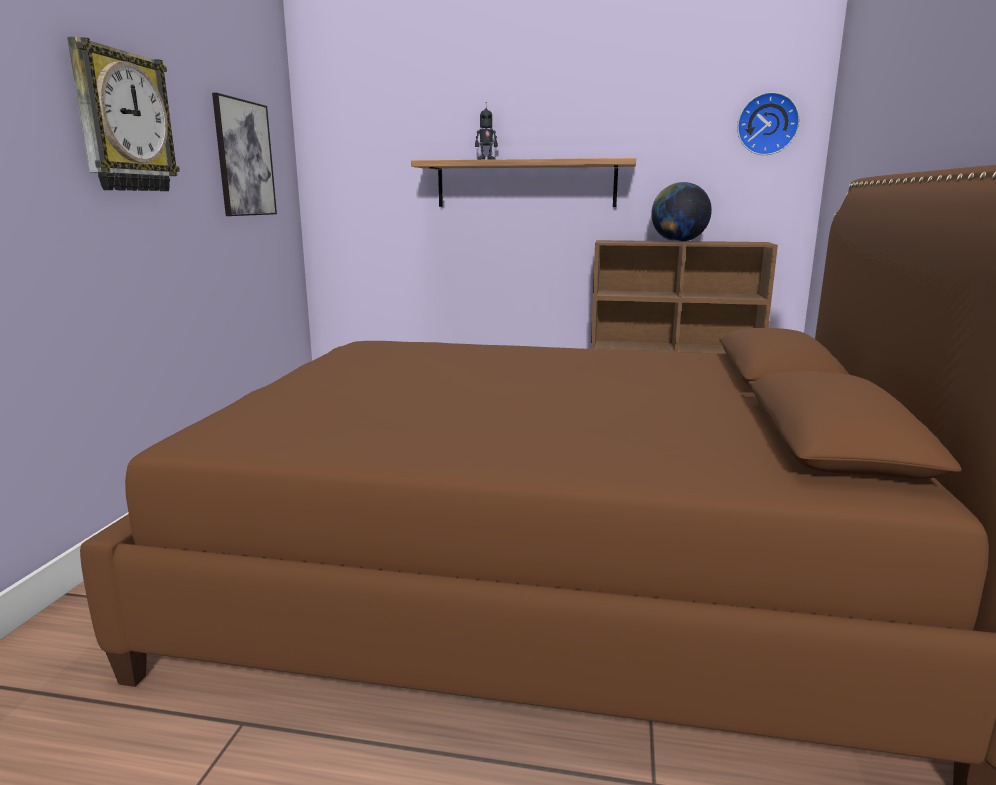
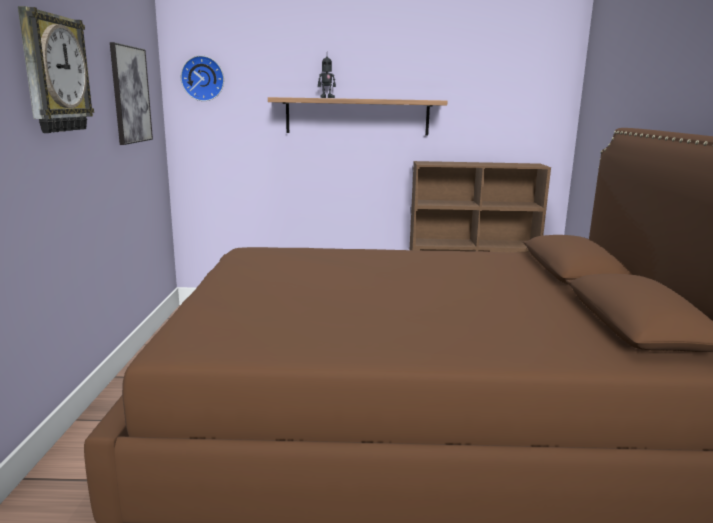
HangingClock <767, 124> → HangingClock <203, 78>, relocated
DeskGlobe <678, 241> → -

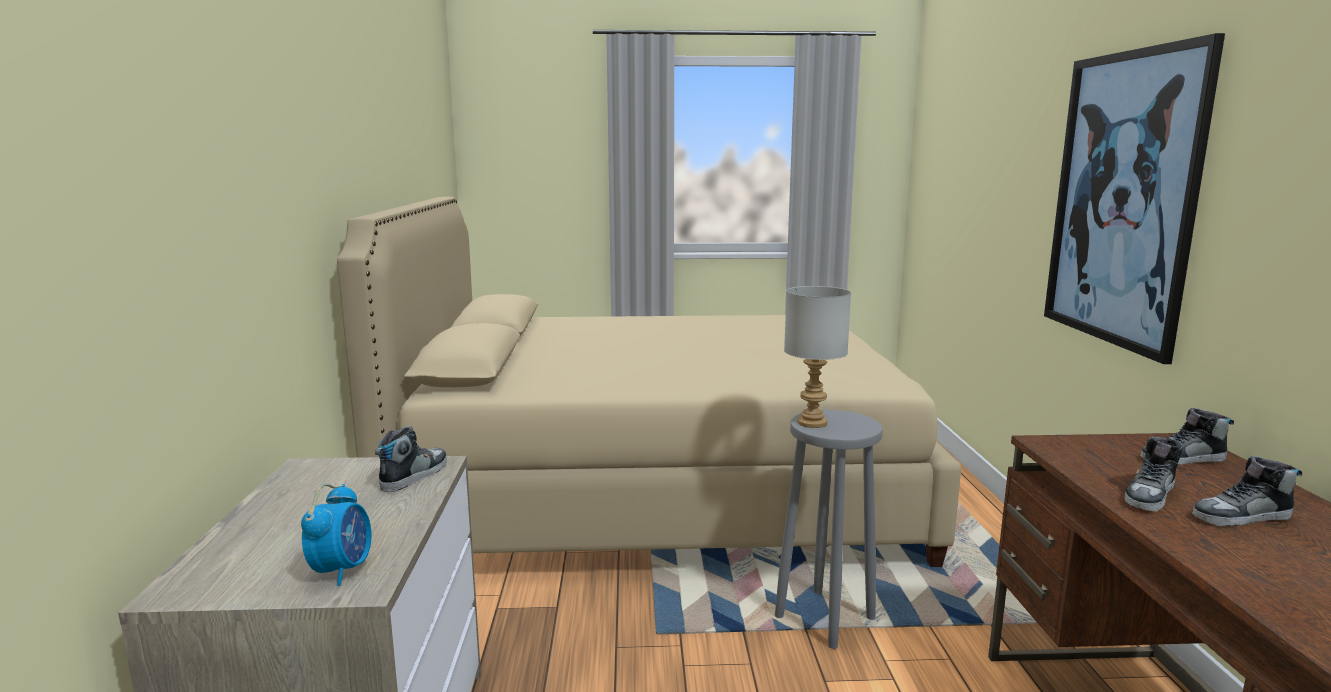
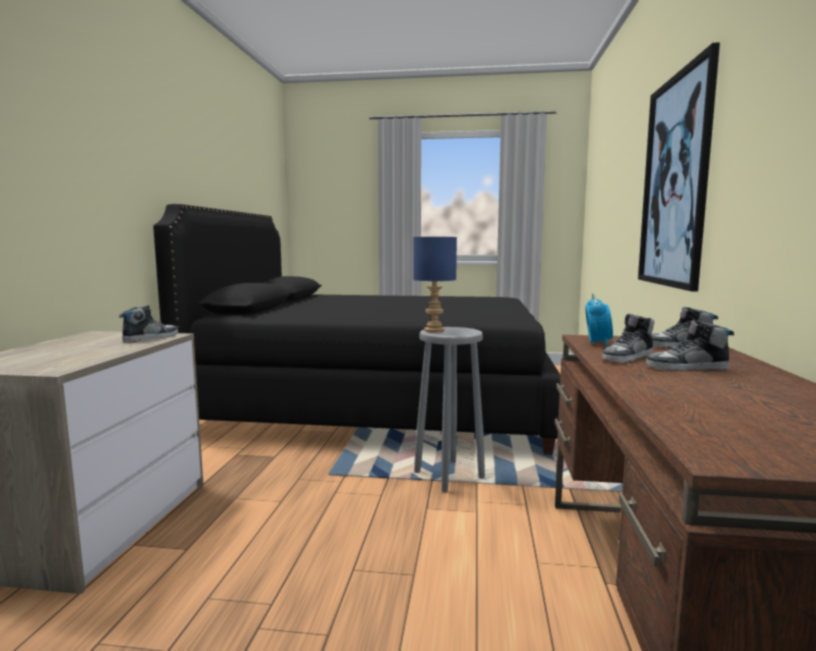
BeigeBed <657, 490> → BlackishBed <379, 404>
GrayTabletopLamp <812, 423> → BluishTabletopLamp <434, 330>
TableClock <342, 570> → TableClock <597, 343>, relocated

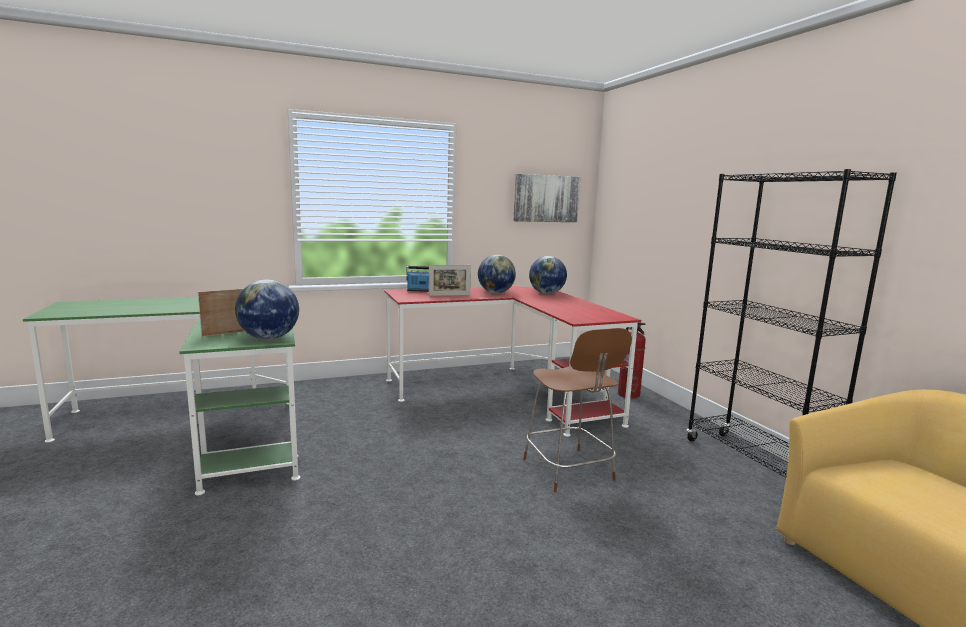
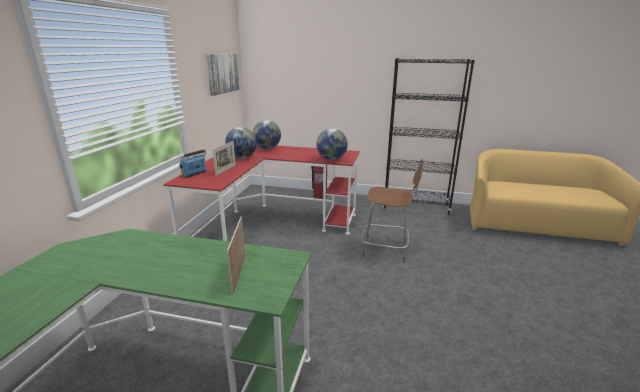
DeskGlobe <269, 338> → DeskGlobe <331, 159>, relocated

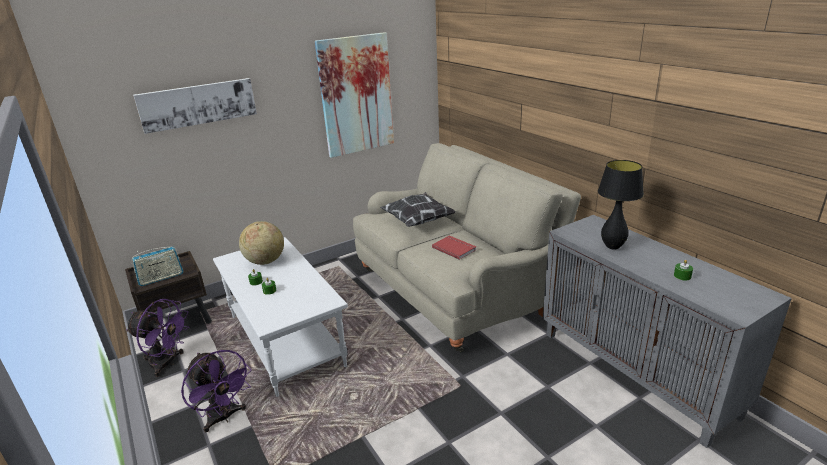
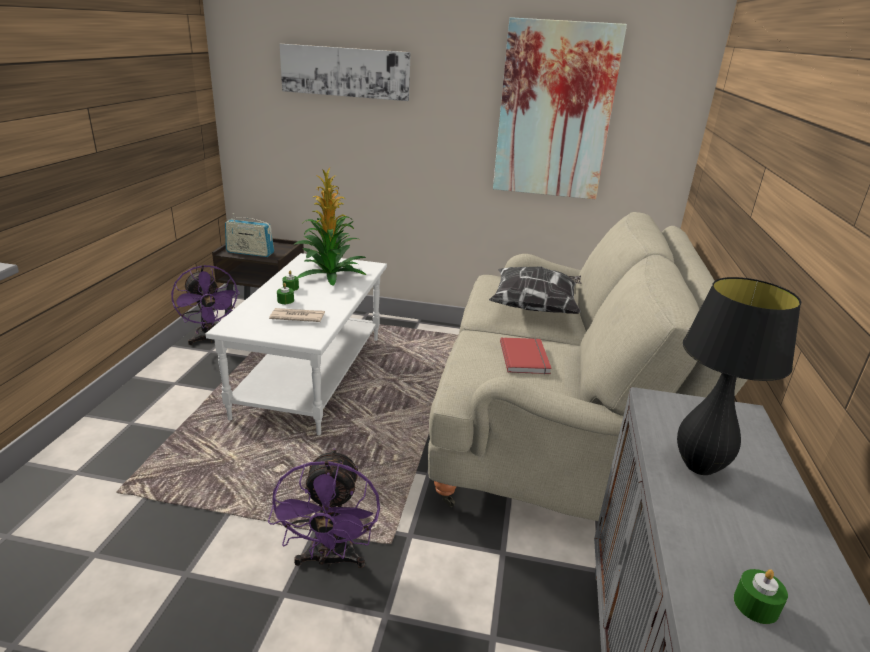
DeskGlobe <265, 261> → PottedPlant <330, 275>
PurpleColouredFan <224, 417> → PurpleColouredFan <330, 560>, relocated
- → Newspaper <297, 317>

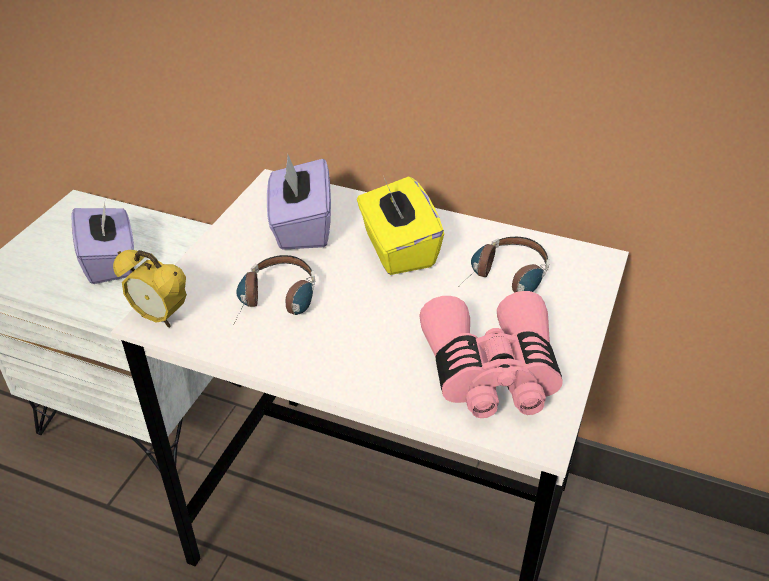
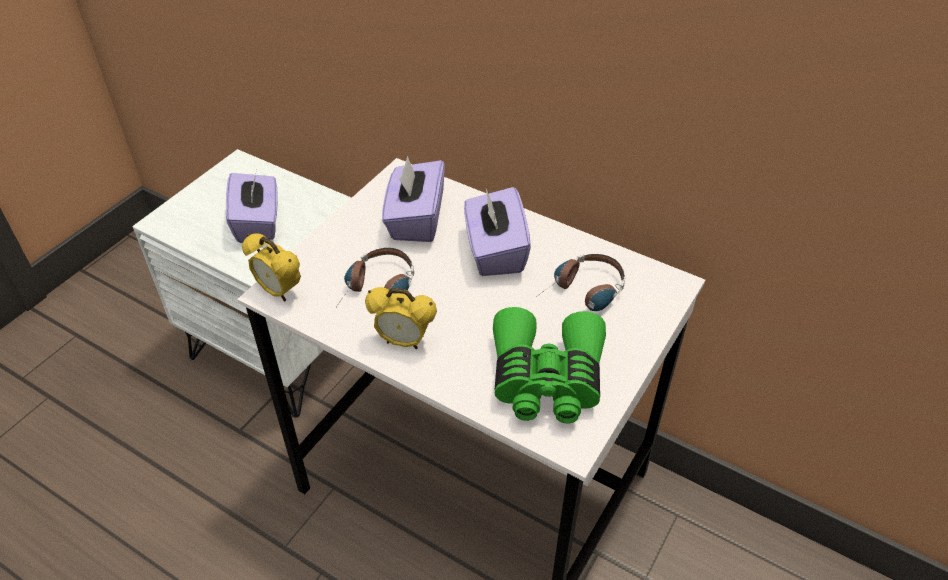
YellowishTissueBox <397, 249> → PurpleColouredTissueBox <495, 252>
PinkPairOfBinoculars <491, 373> → GreenishPairOfBinoculars <546, 379>
- → TableClock <404, 341>

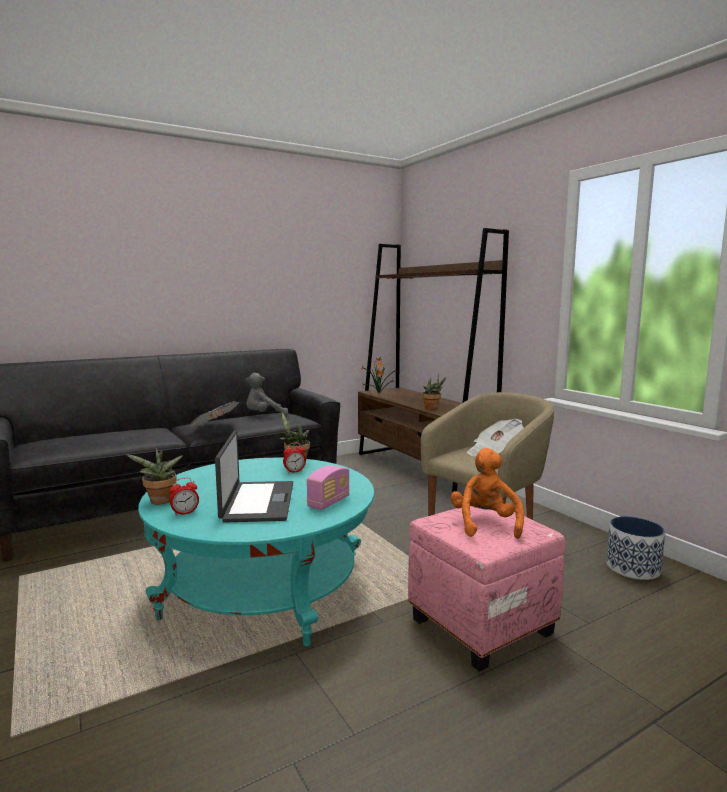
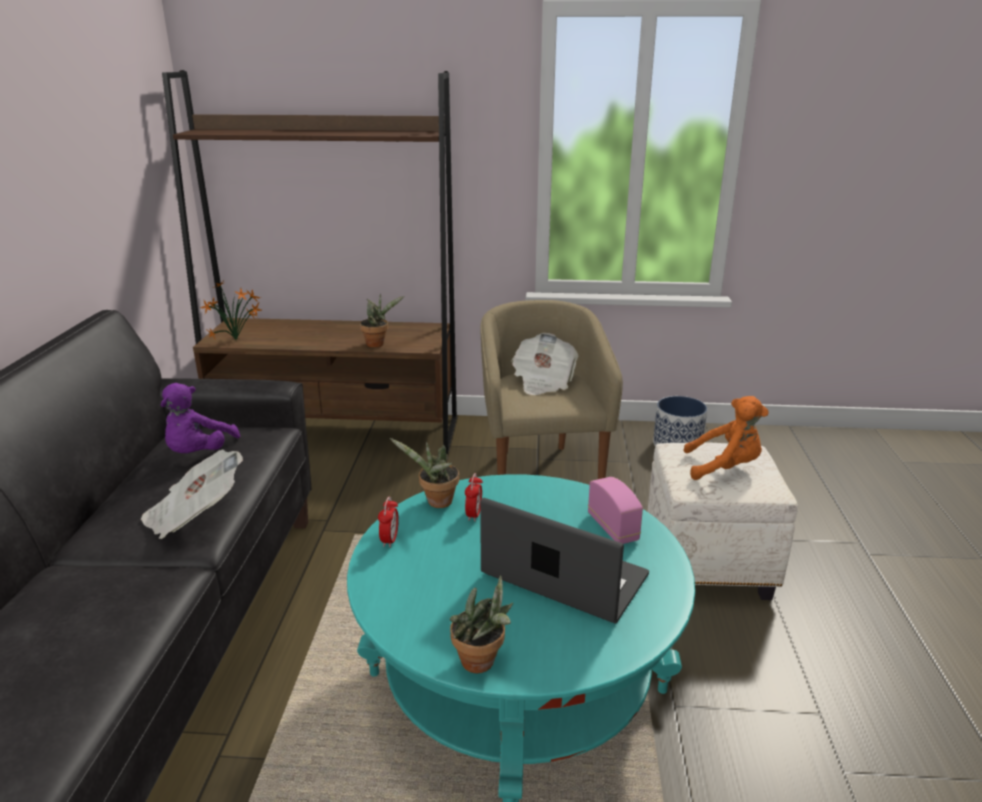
GrayCuddlyToy <264, 416> → PurpleColouredCuddlyToy <199, 453>
OrangeCuddlyToy <485, 524> → OrangeCuddlyToy <724, 468>, 150 degrees clockwise
TableClock <185, 513> → TableClock <390, 540>, relocated
PinkPouffe <481, 627> → WhiteColouredPouffe <709, 565>

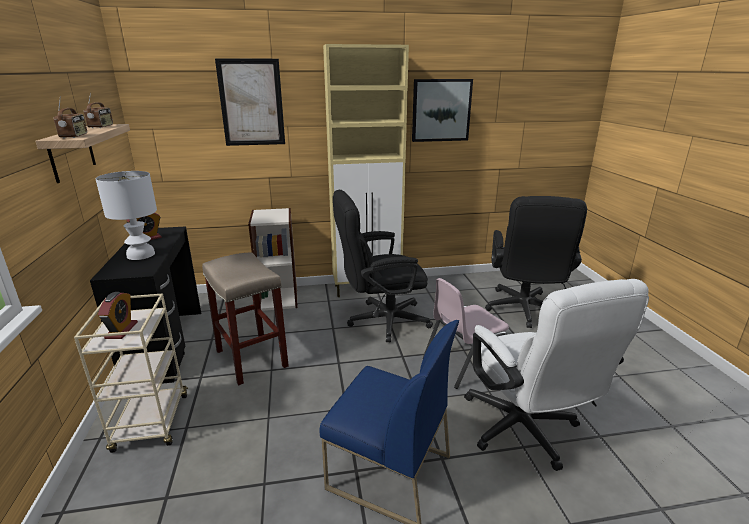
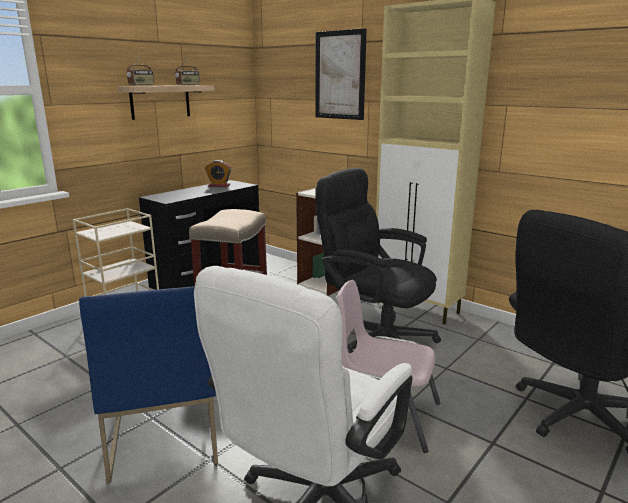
Picture <441, 110> → -
WhiteColouredTabletopLamp <140, 254> → -
TableClock <121, 330> → -

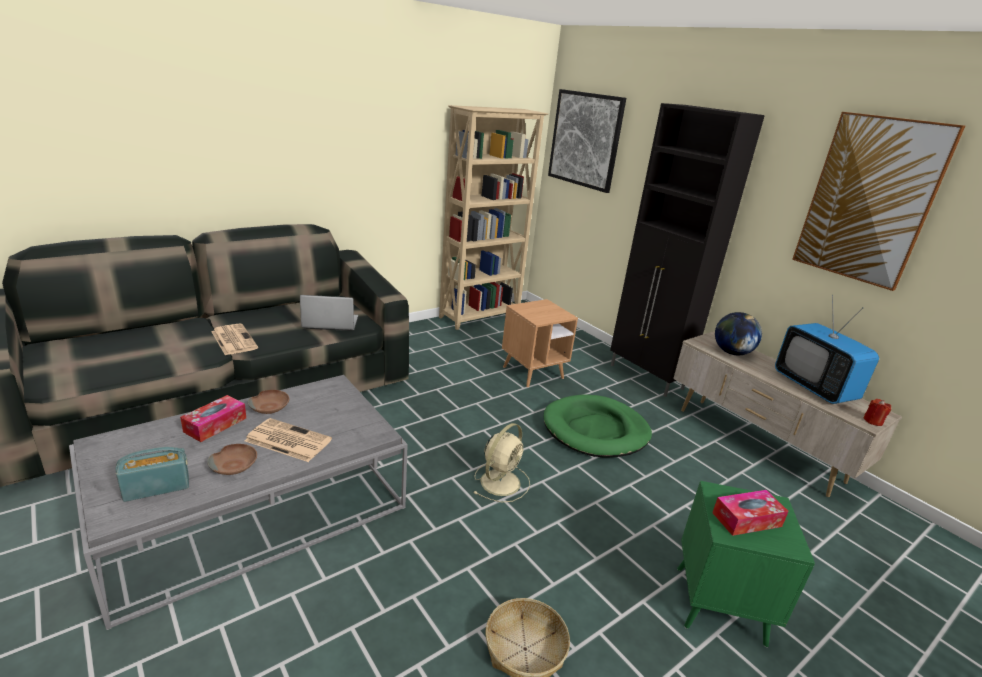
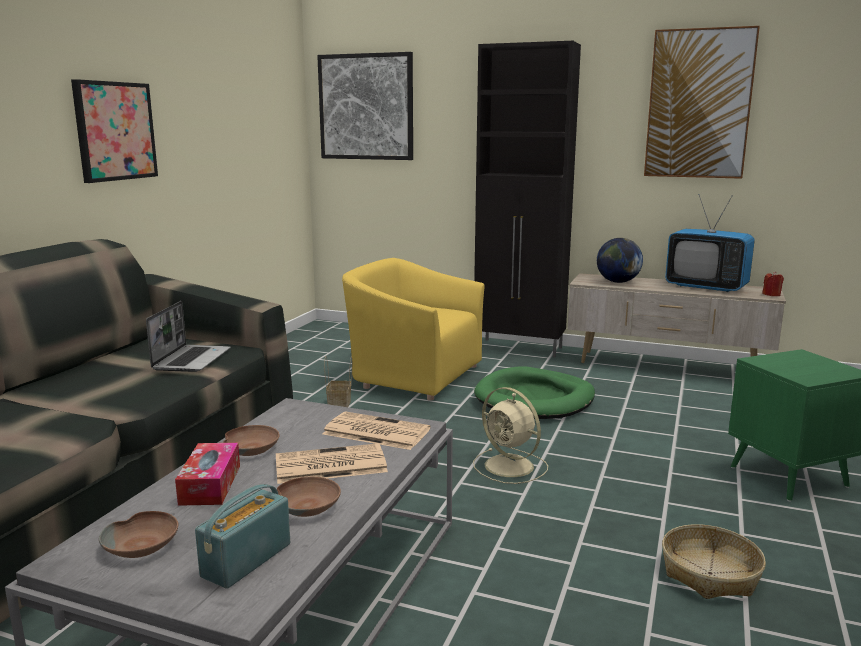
BeigeShelvingUnit <480, 317> → -
NotebookComputer <329, 323> → NotebookComputer <191, 359>, 135 degrees clockwise
BrownSideTable <533, 373> → YellowishLoungeChair <413, 375>
Newspaper <233, 339> → Newspaper <374, 432>, relocated
BeigeFan <501, 481> → BeigeFan <511, 467>, 135 degrees clockwise
TissueBox <746, 519> → -
- → Picture <115, 131>
- → Basket <339, 404>
- → BrownBowl <143, 545>

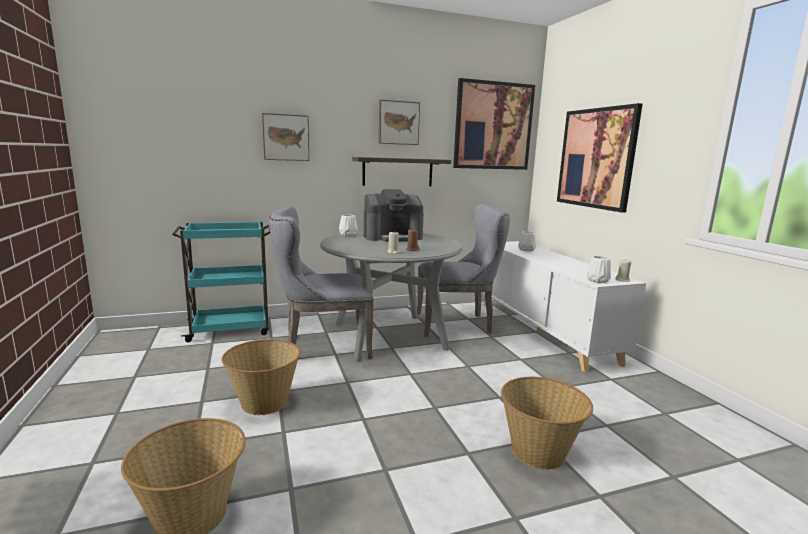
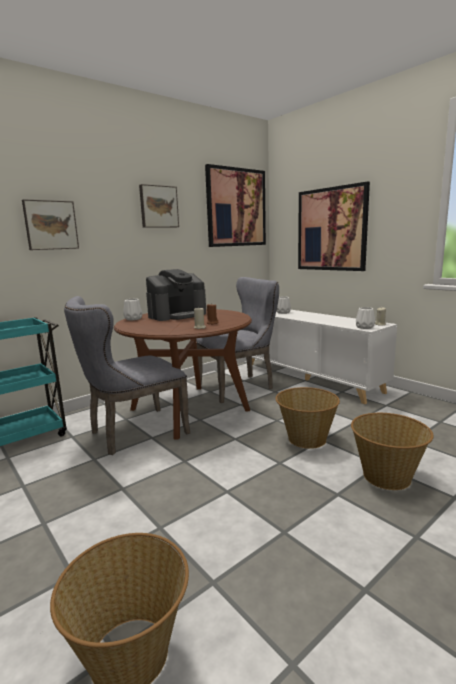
BracketShelf <398, 172> → -
GrayDinnerTable <389, 336> → BrownDinnerTable <189, 409>
Basket <264, 402> → Basket <306, 439>, relocated

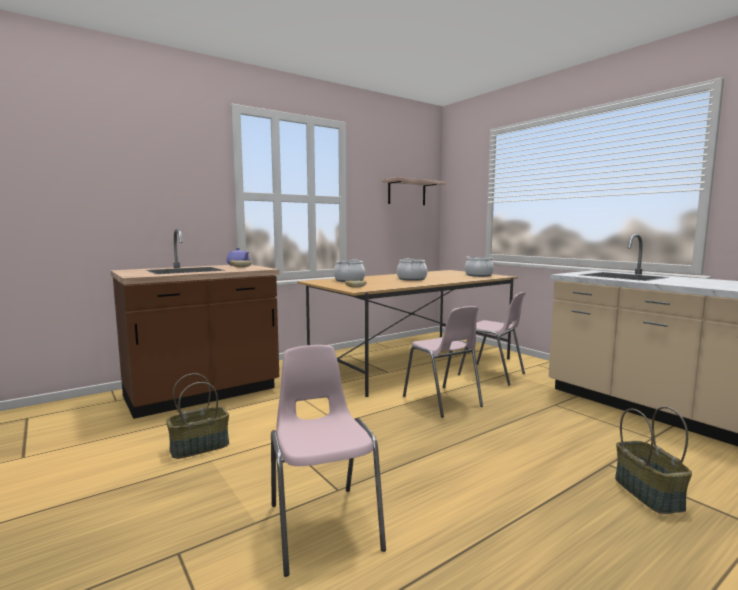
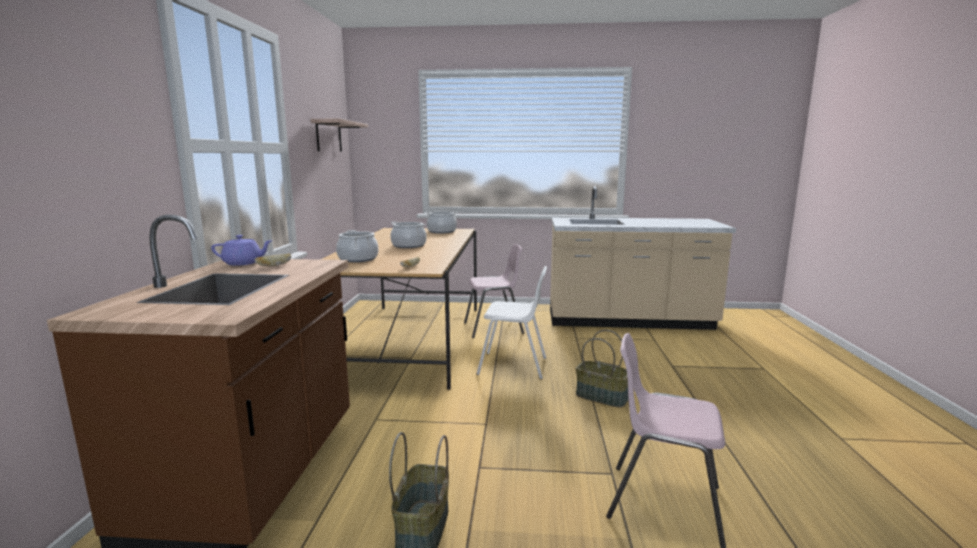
PinkUprightChair <442, 402> → WhiteColouredUprightChair <513, 366>
Basket <649, 493> → Basket <602, 397>, relocated

